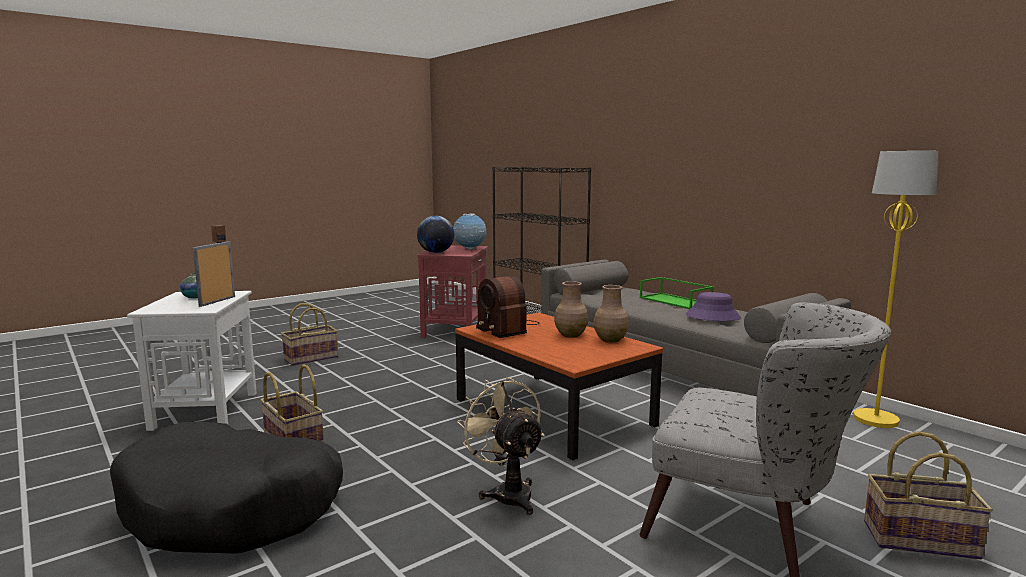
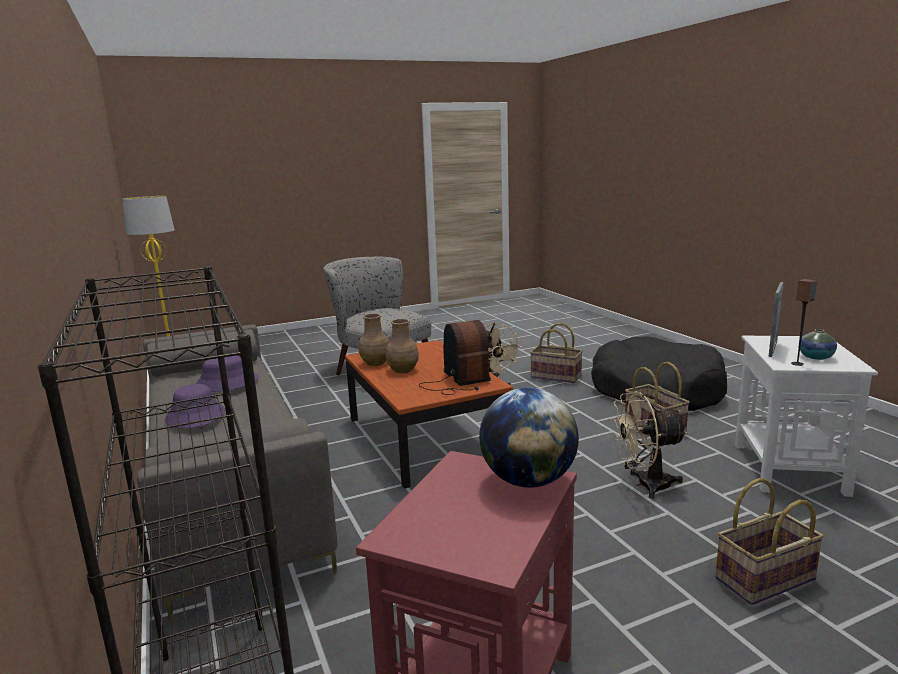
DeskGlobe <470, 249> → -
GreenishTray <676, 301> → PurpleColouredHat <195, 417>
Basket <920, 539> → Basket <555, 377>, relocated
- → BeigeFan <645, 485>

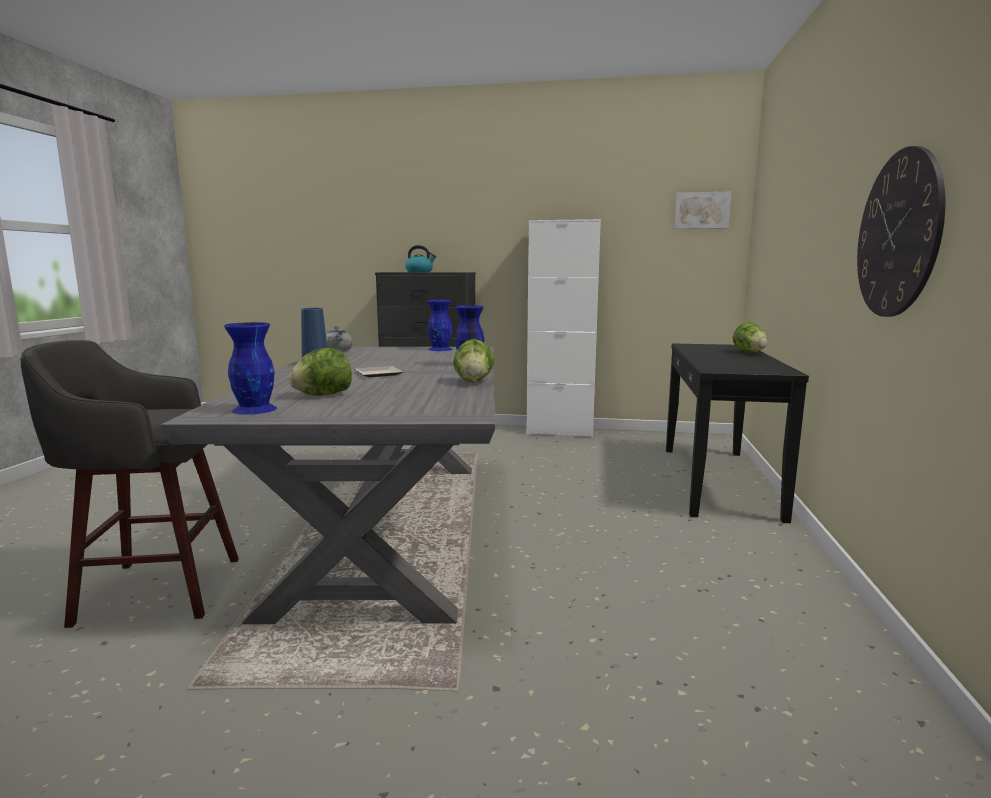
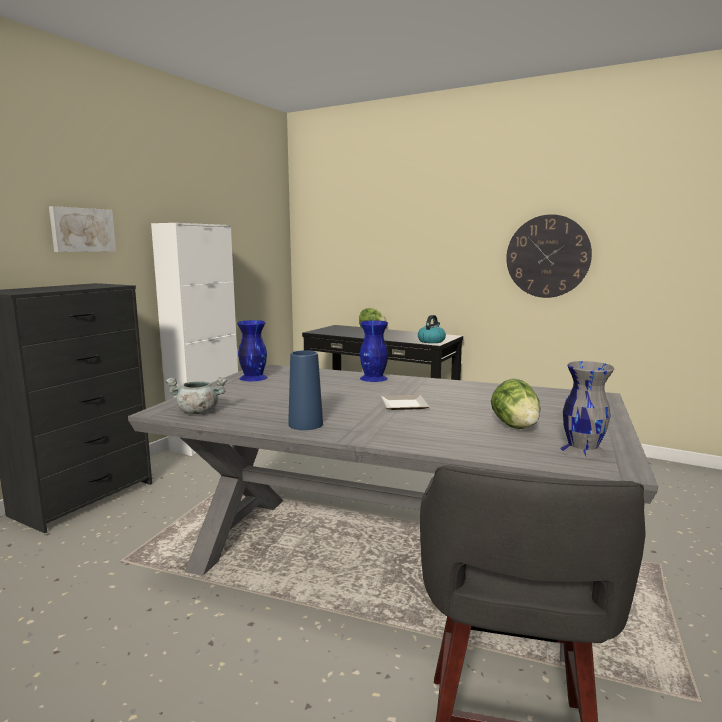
Picture <701, 210> → Picture <82, 230>, relocated
Kettle <420, 272> → Kettle <431, 341>, relocated
BluishFlowerVase <255, 409> → GrayFlowerVase <582, 449>
HeadOfLettuce <474, 381> → -

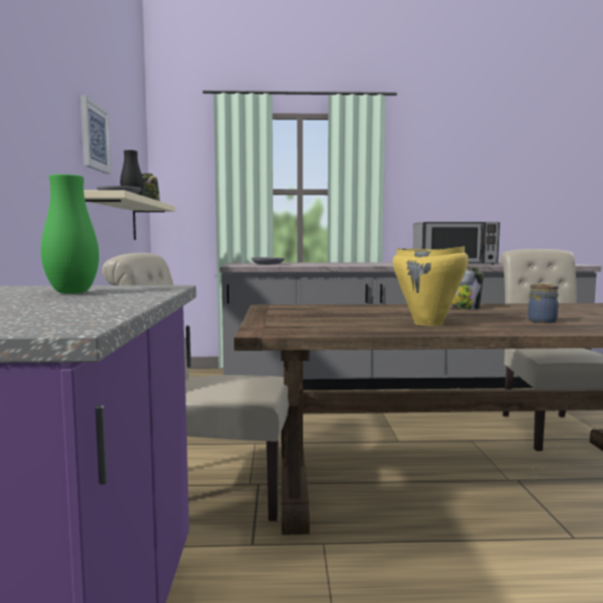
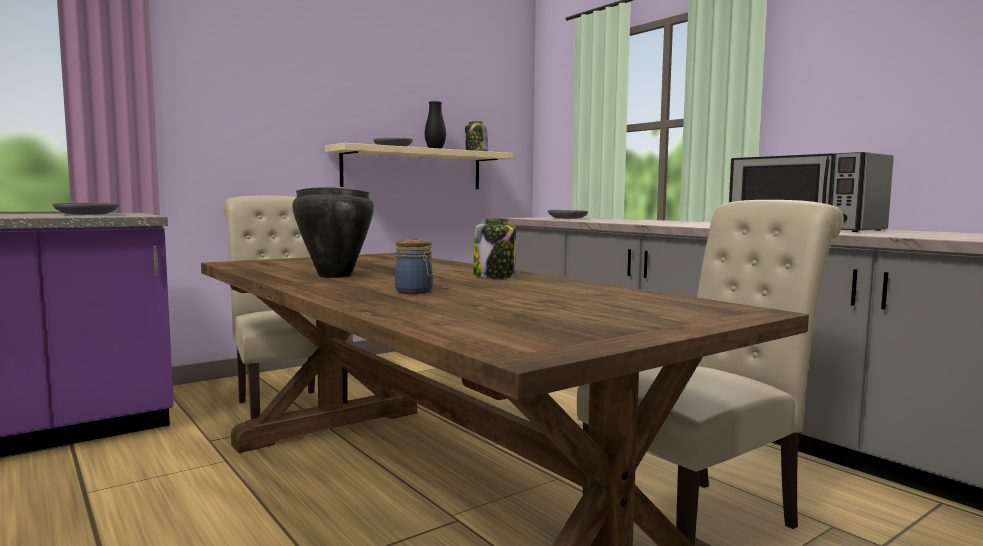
Picture <94, 137> → -
GreenishFlowerVase <72, 293> → GrayFlatDish <87, 214>
YellowishStockpot <428, 323> → BlackishStockpot <334, 276>

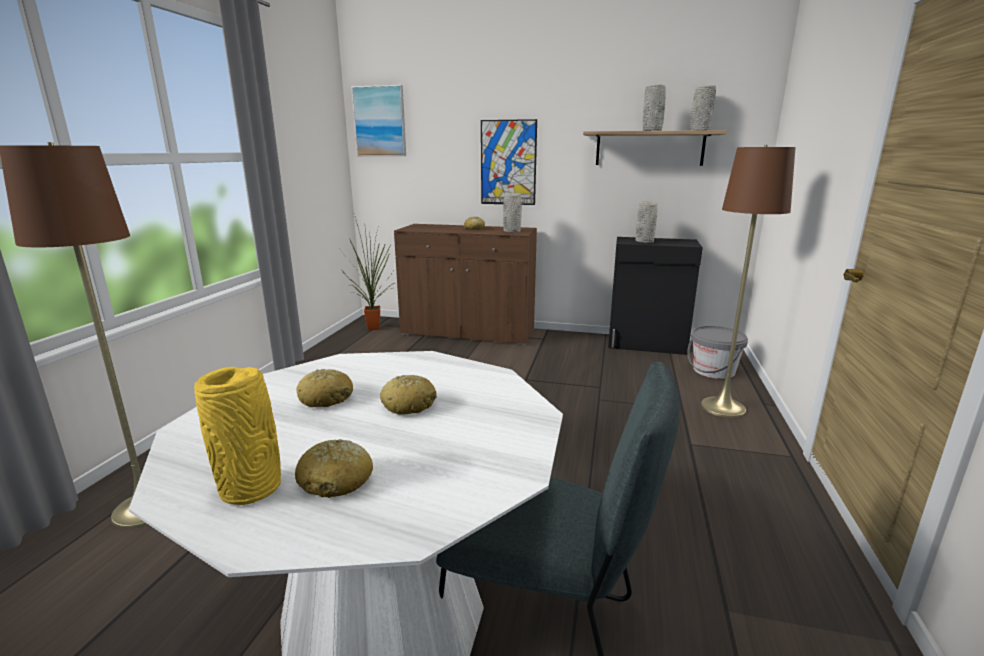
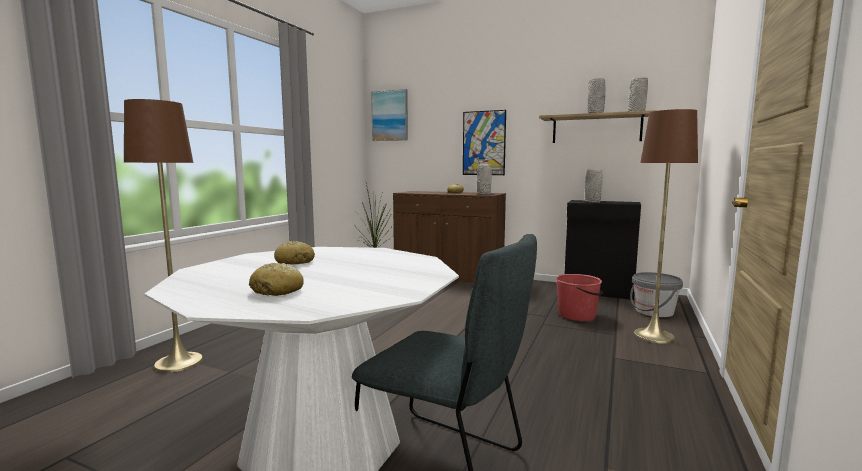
YellowishFlowerVase <253, 488> → -
BakedBread <409, 405> → -
- → RedColouredPail <577, 315>

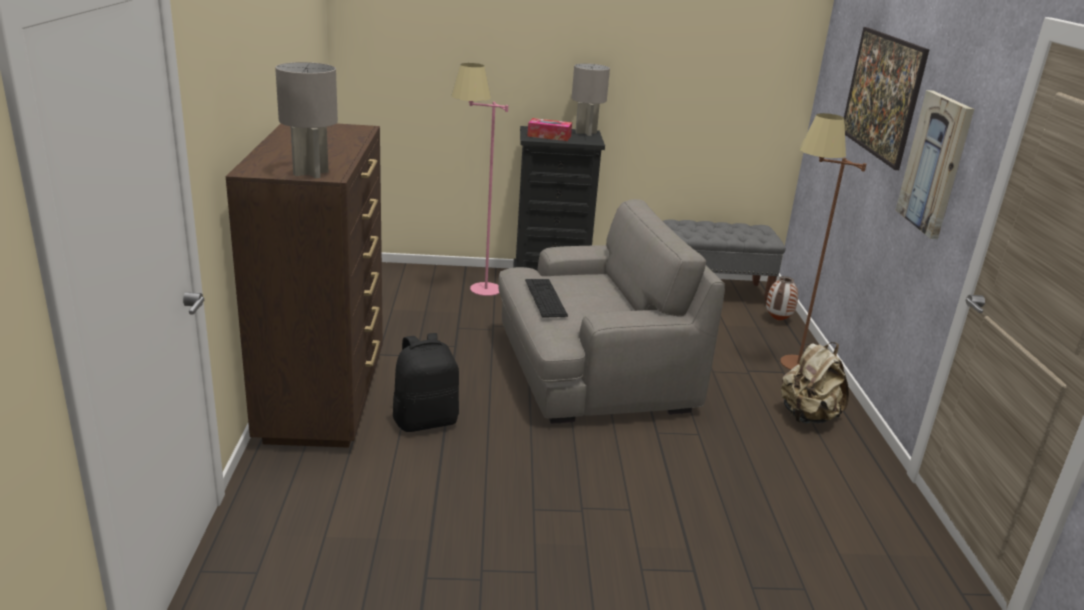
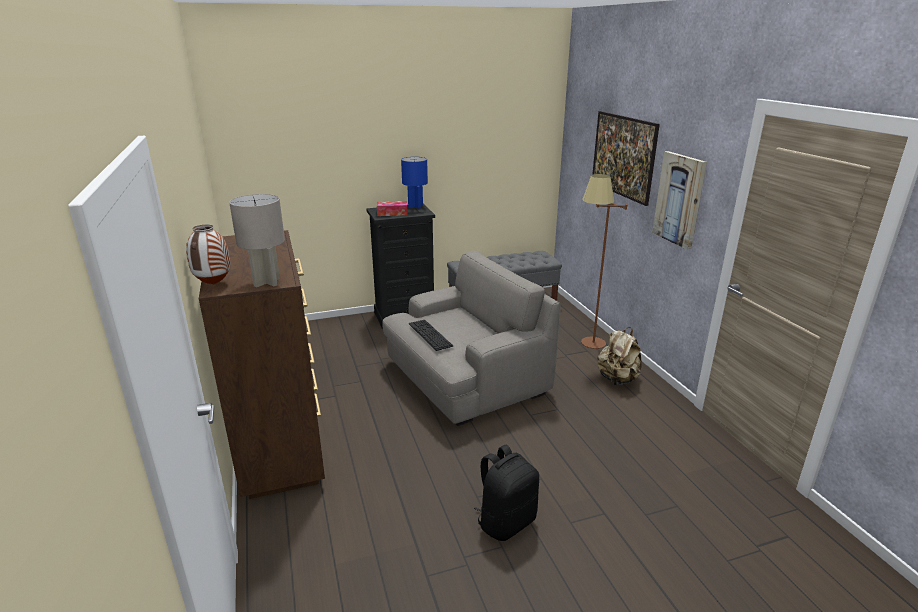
PinkStandingLamp <475, 293> → -
GrayTabletopLamp <586, 133> → BluishTabletopLamp <416, 206>
FlowerVase <778, 320> → FlowerVase <214, 284>, relocated
BlackishBackpack <426, 420> → BlackishBackpack <506, 521>, relocated

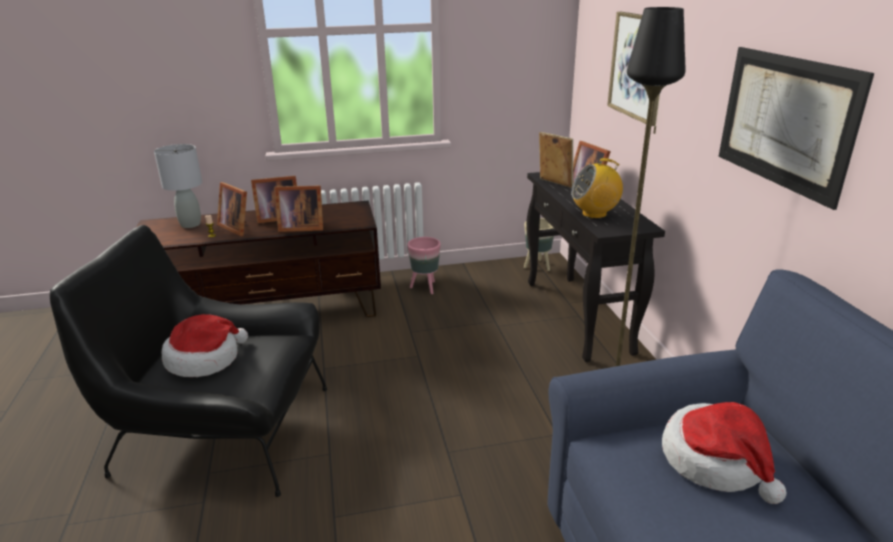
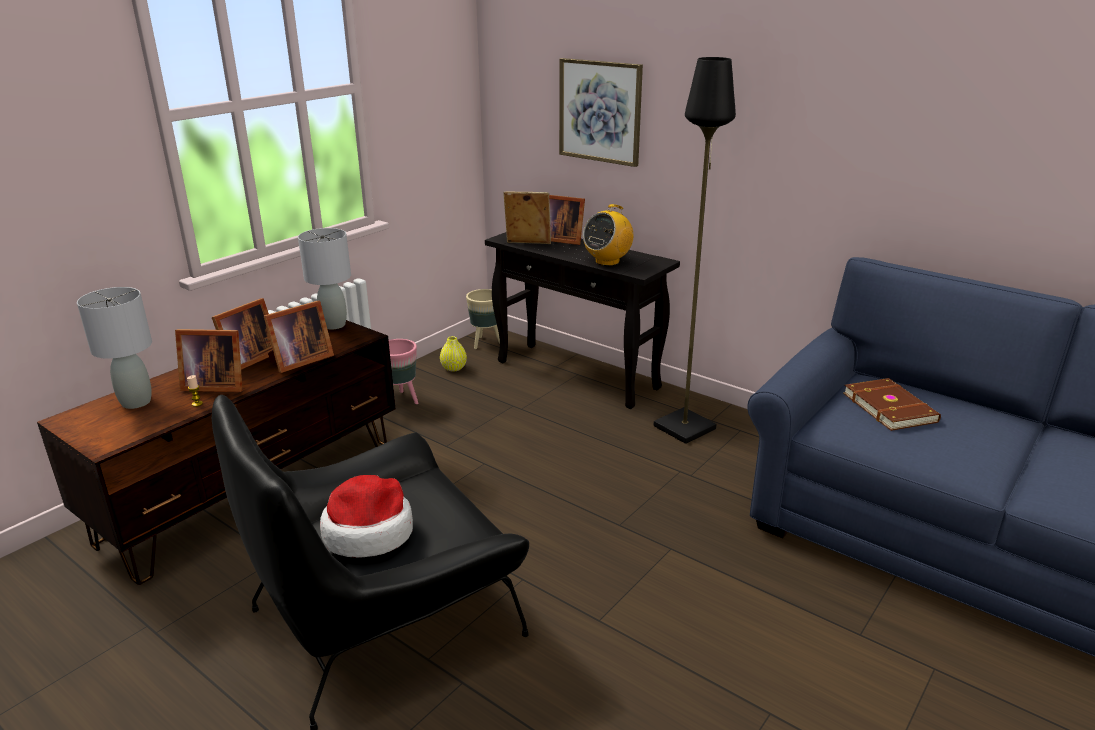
Picture <784, 121> → -
Hat <716, 461> → BrownVolume <890, 407>
- → GrayTabletopLamp <334, 325>
- → YellowishFlowerVase <454, 368>

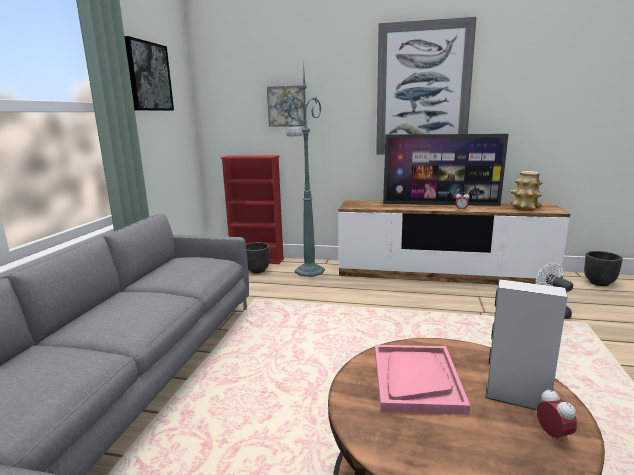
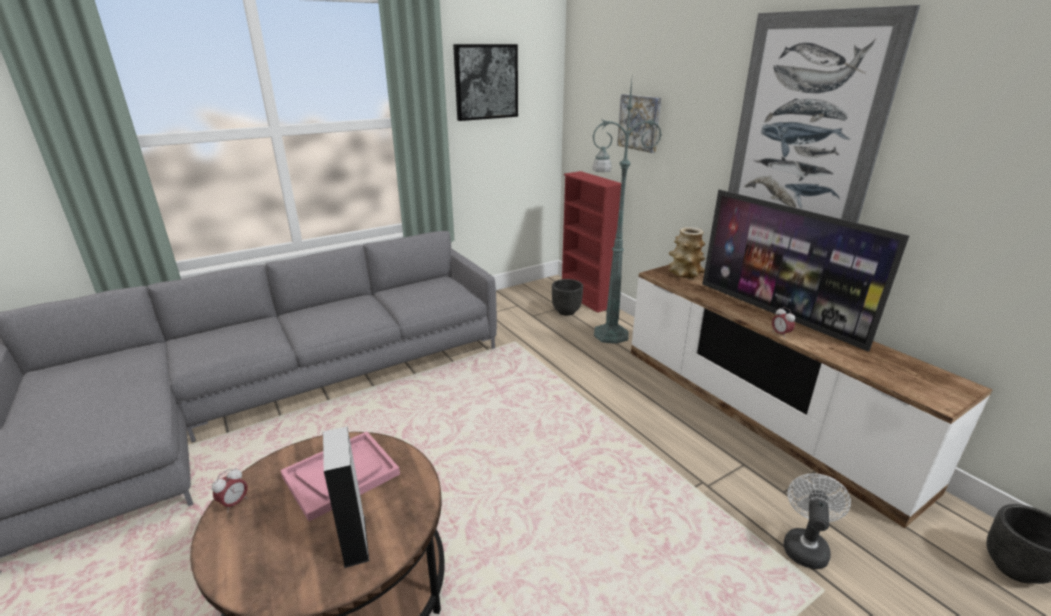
FlowerVase <524, 208> → FlowerVase <684, 273>, relocated
TableClock <553, 435> → TableClock <234, 503>, relocated

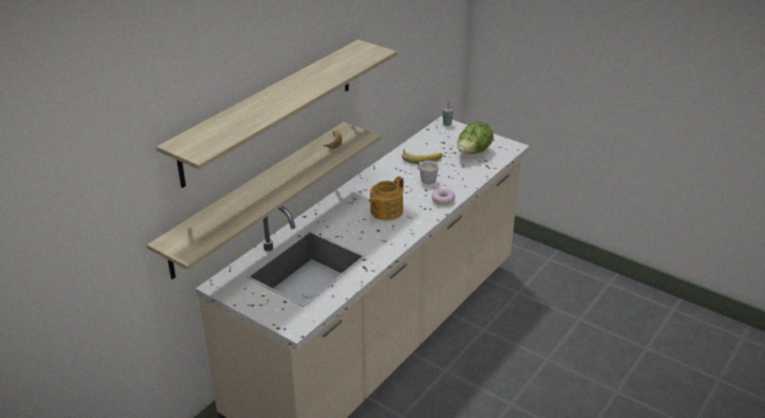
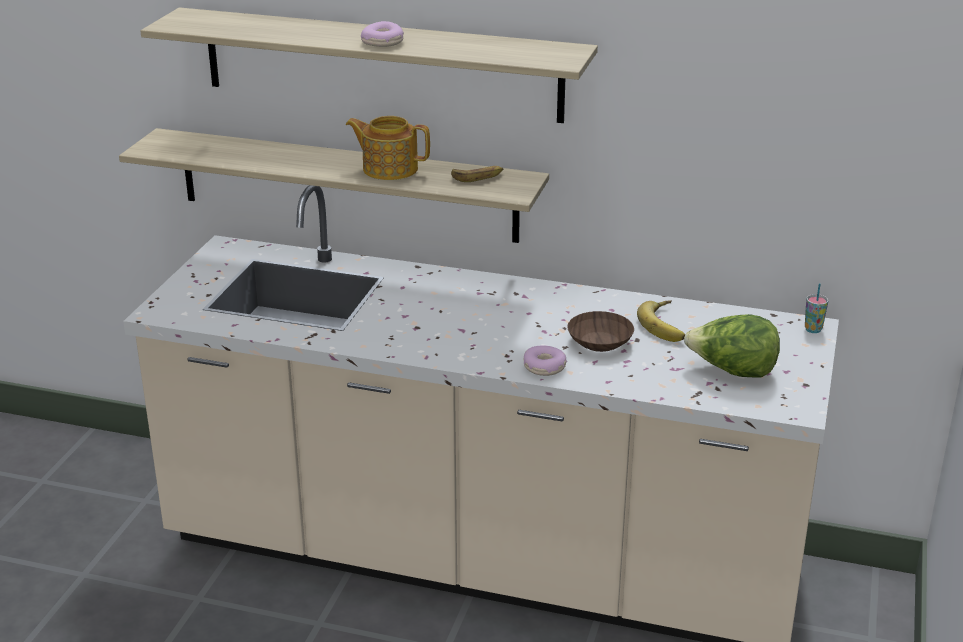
WhiteColouredMug <426, 179> → BrownBowl <599, 341>
PotForTea <385, 211> → PotForTea <389, 169>, relocated
- → Doughnut <383, 42>

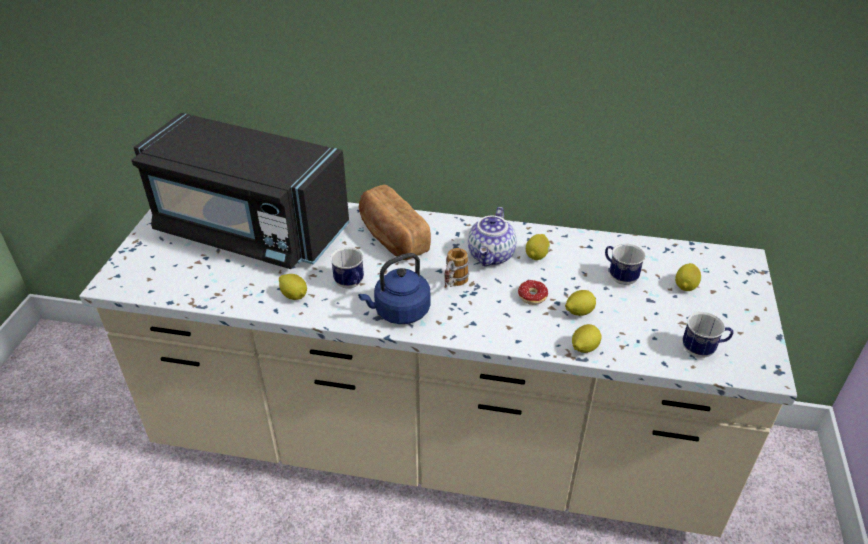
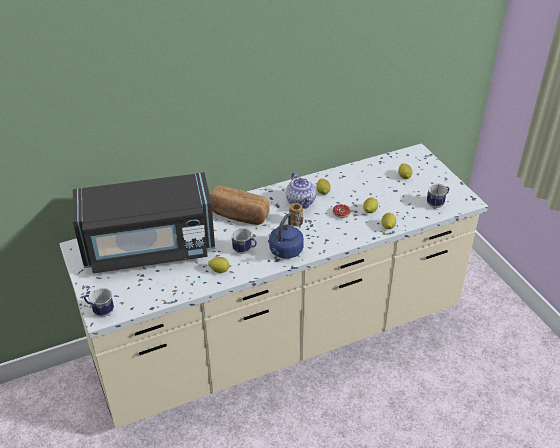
Mug <619, 276> → Mug <100, 311>, relocated

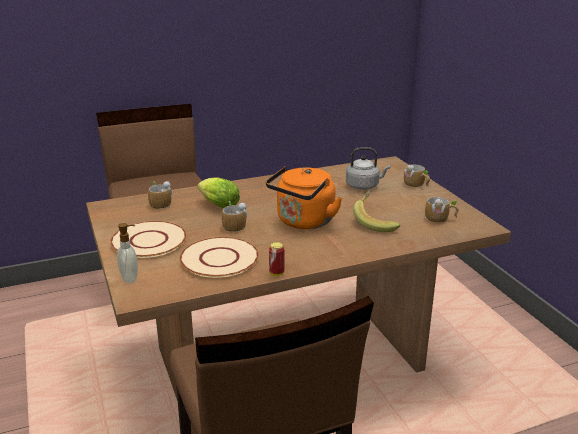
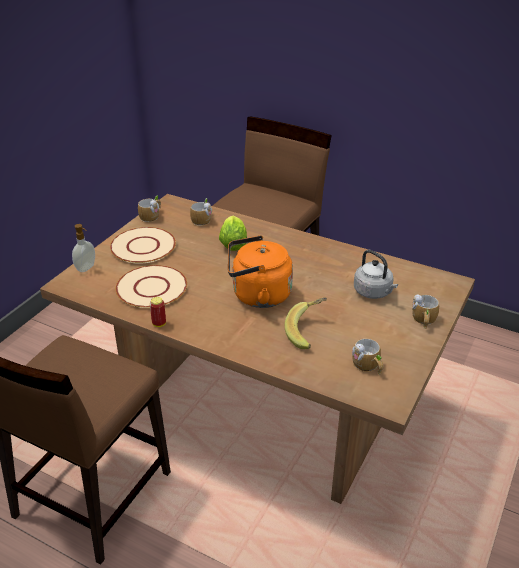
Mug <233, 225> → Mug <152, 216>, relocated

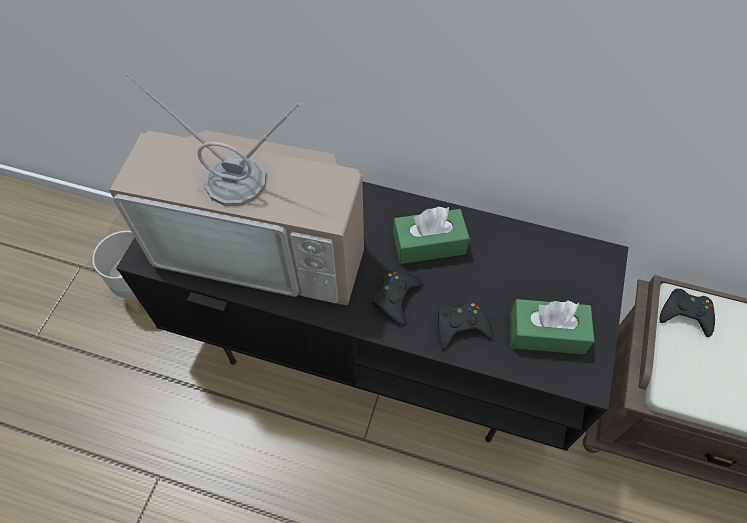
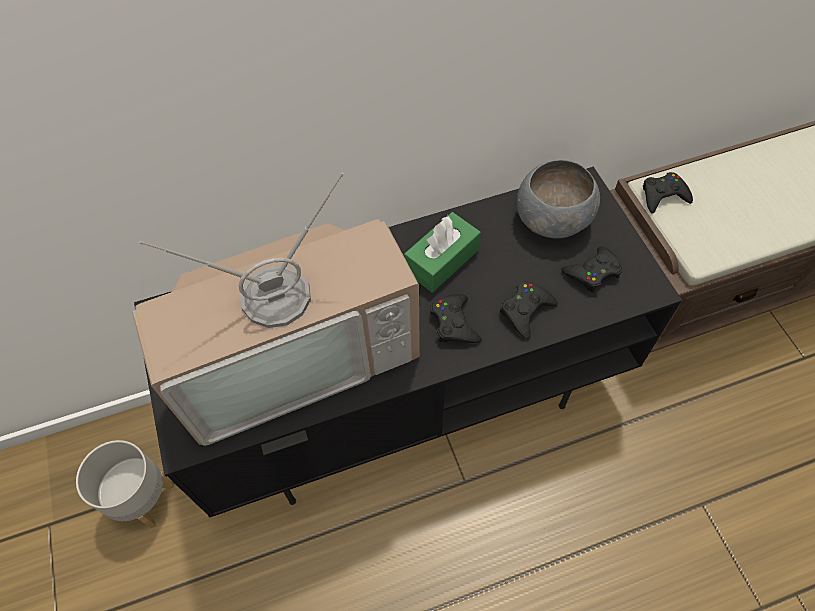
GreenishTissueBox <546, 333> → BlackishGameController <592, 272>
- → GrayBowl <551, 219>

